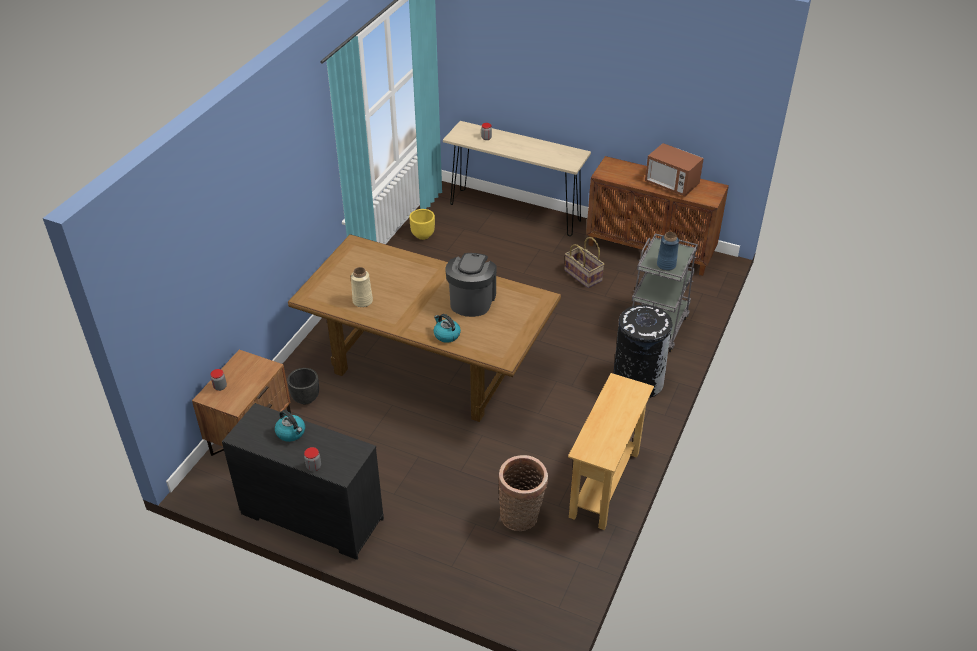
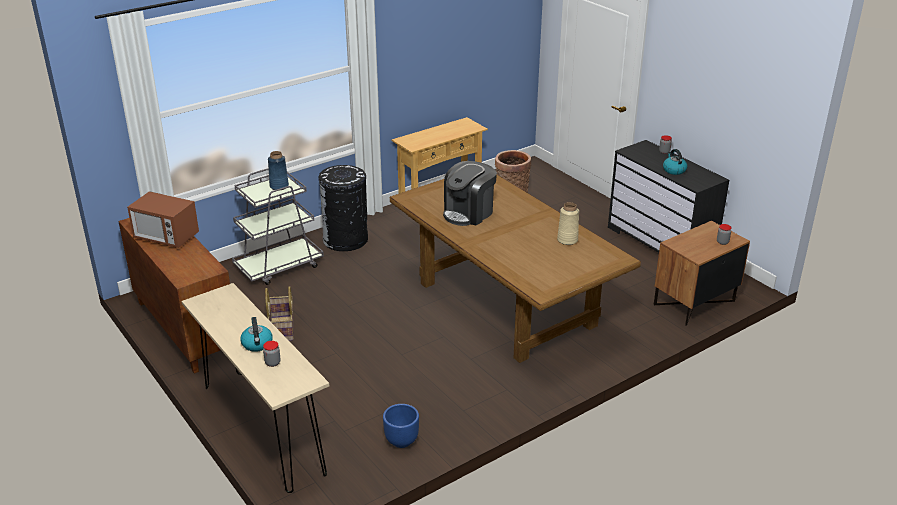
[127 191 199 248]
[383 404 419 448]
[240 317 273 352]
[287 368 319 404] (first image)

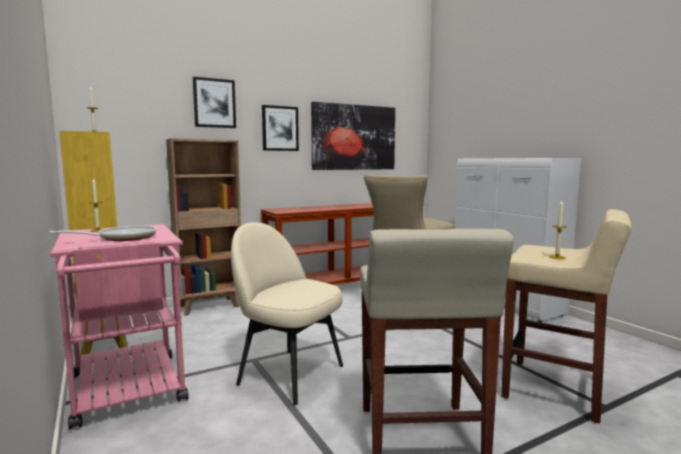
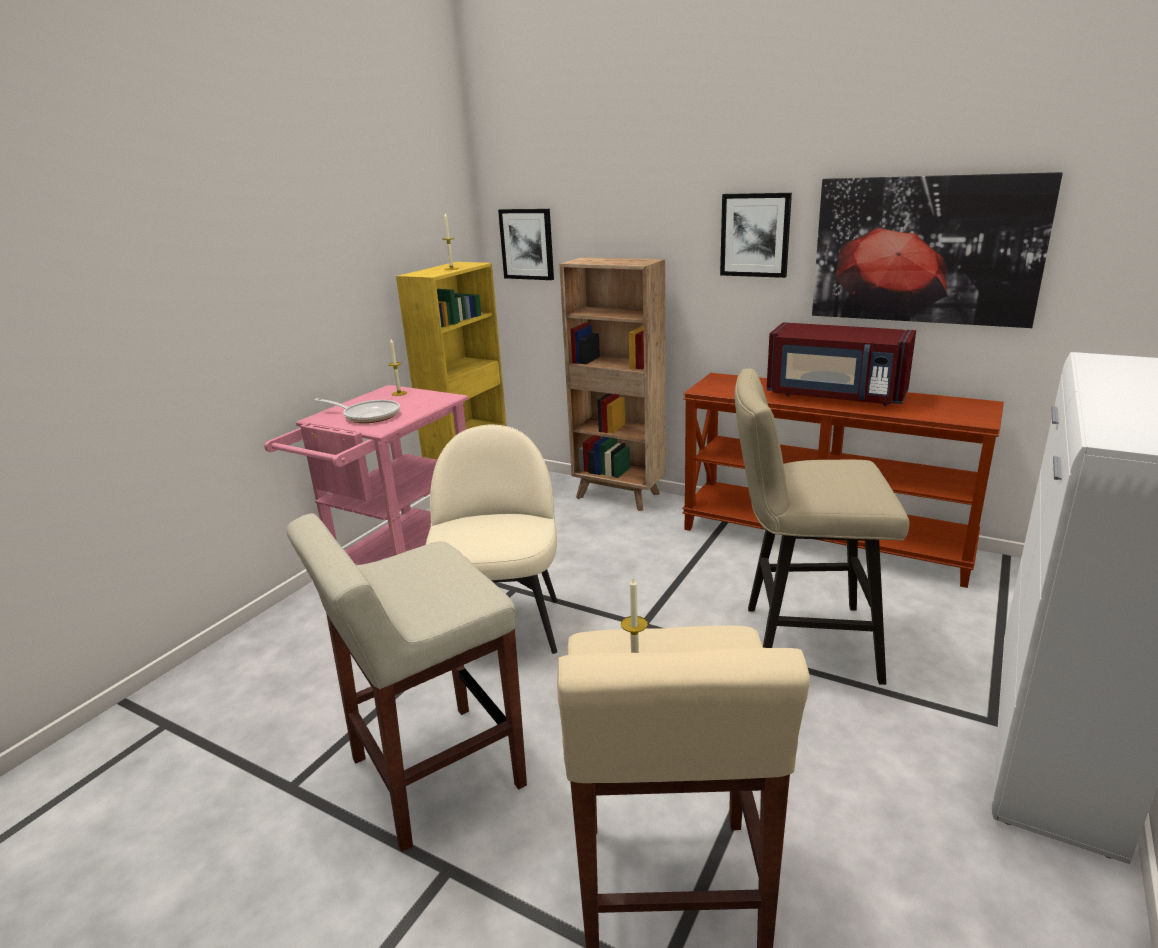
[498 209 554 280]
[767 322 916 406]

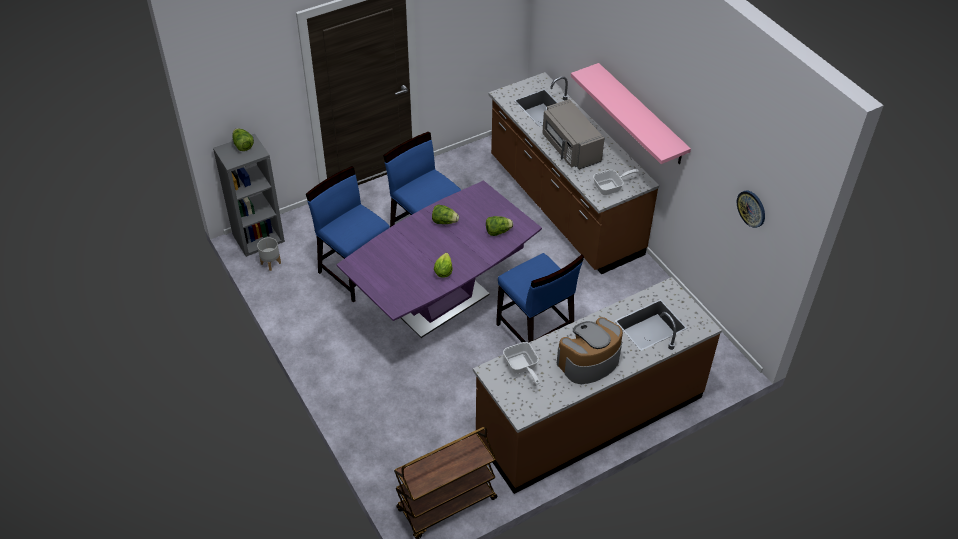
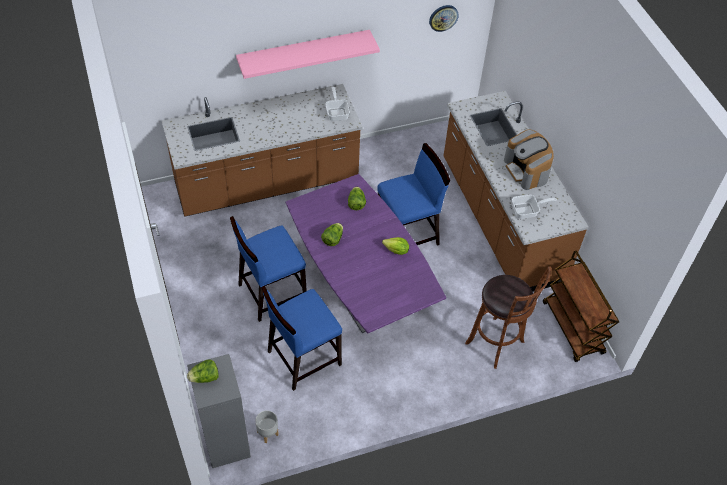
[542 99 605 170] (first image)
[465 267 552 369]

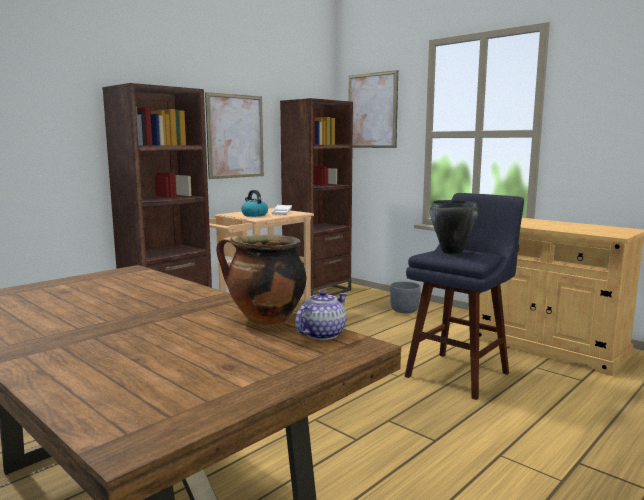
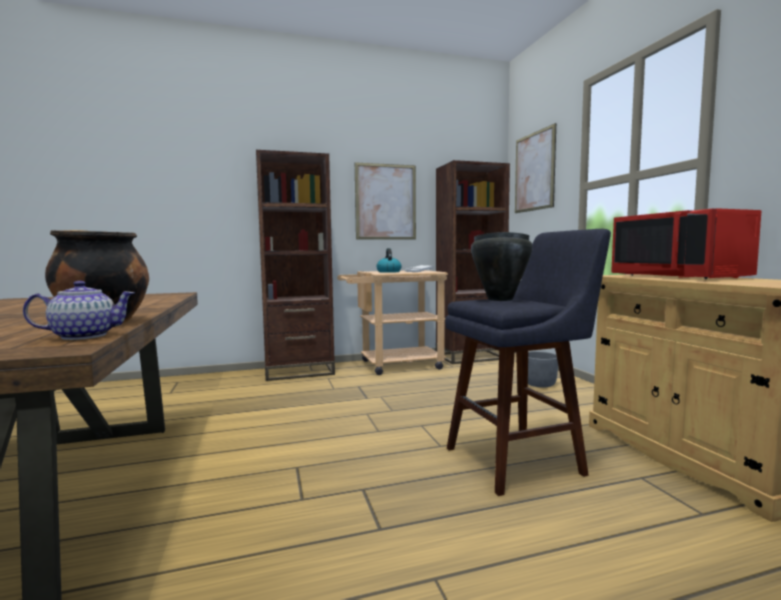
[611 208 762 279]

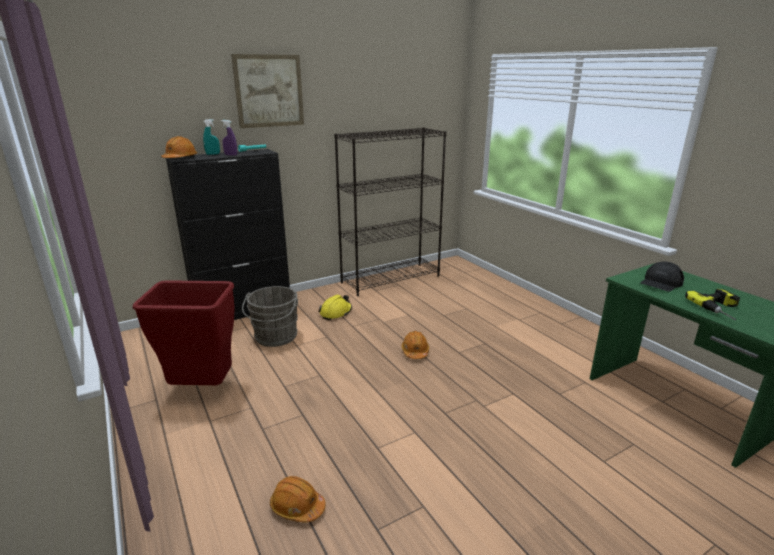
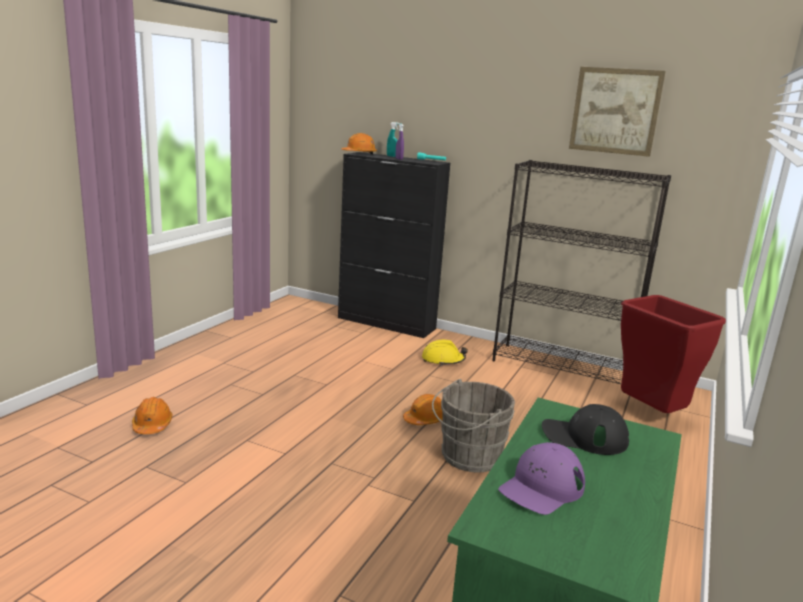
[569 67 666 157]
[621 295 726 413]
[432 379 515 473]
[498 442 585 515]

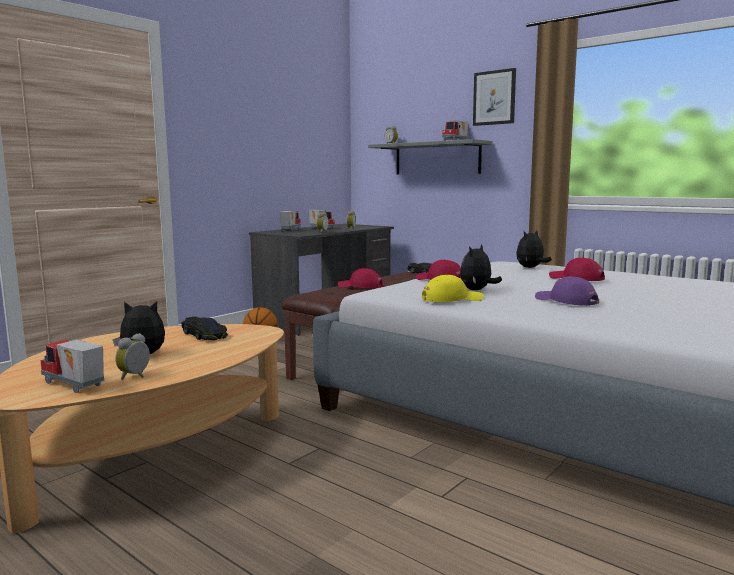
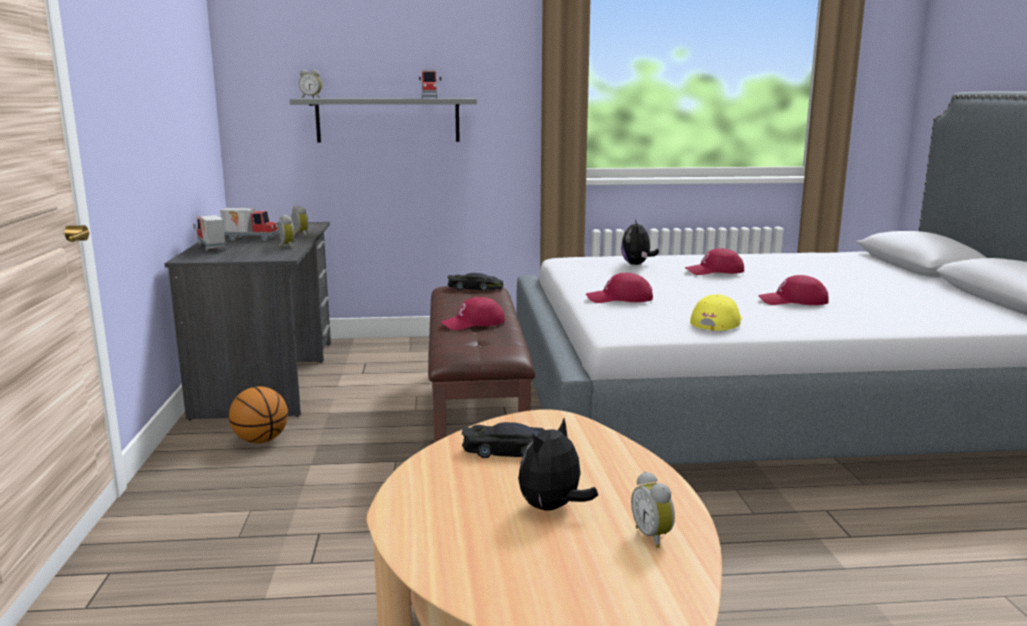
[473 68 516 126] (first image)
[460 244 502 290] (first image)
[758 275 829 305]
[41 340 104 393] (first image)

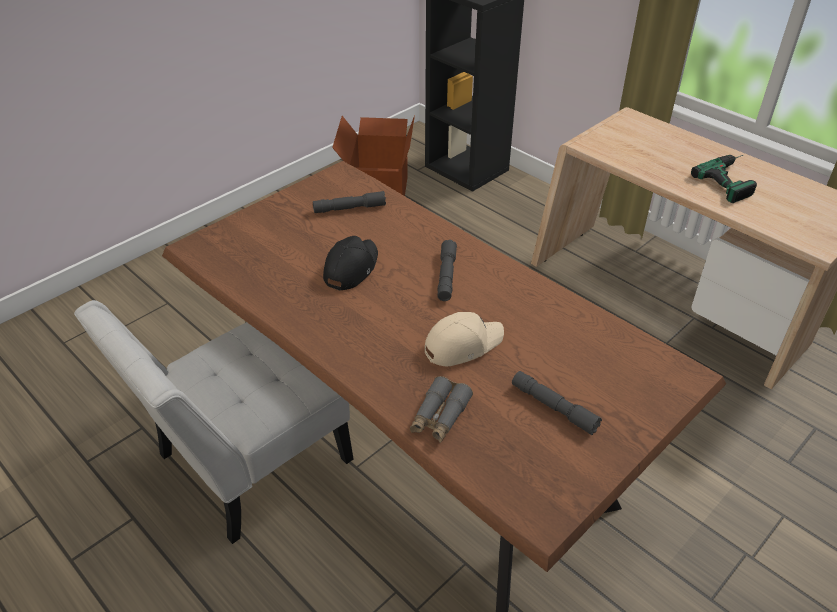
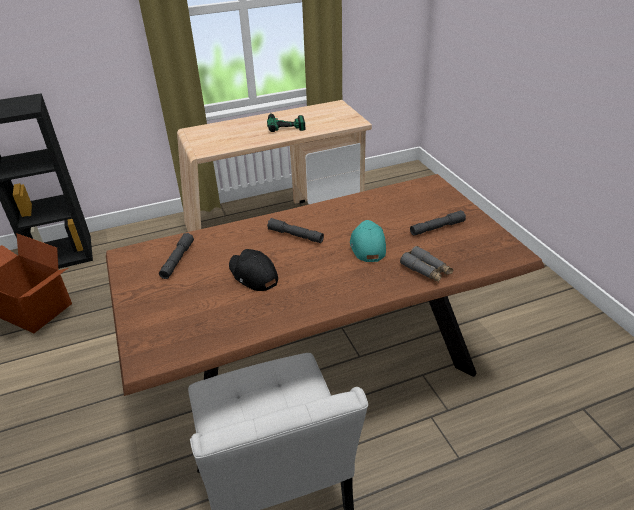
[350 220 386 262]

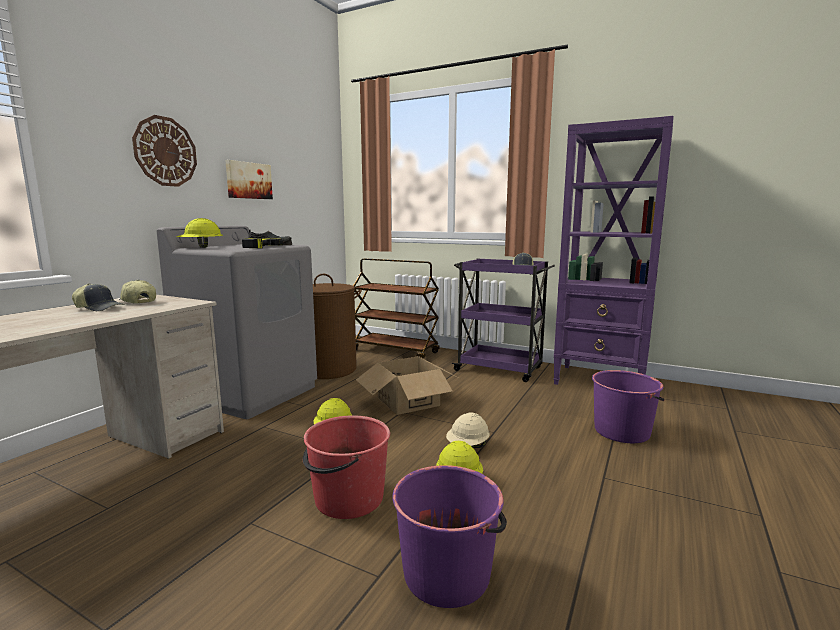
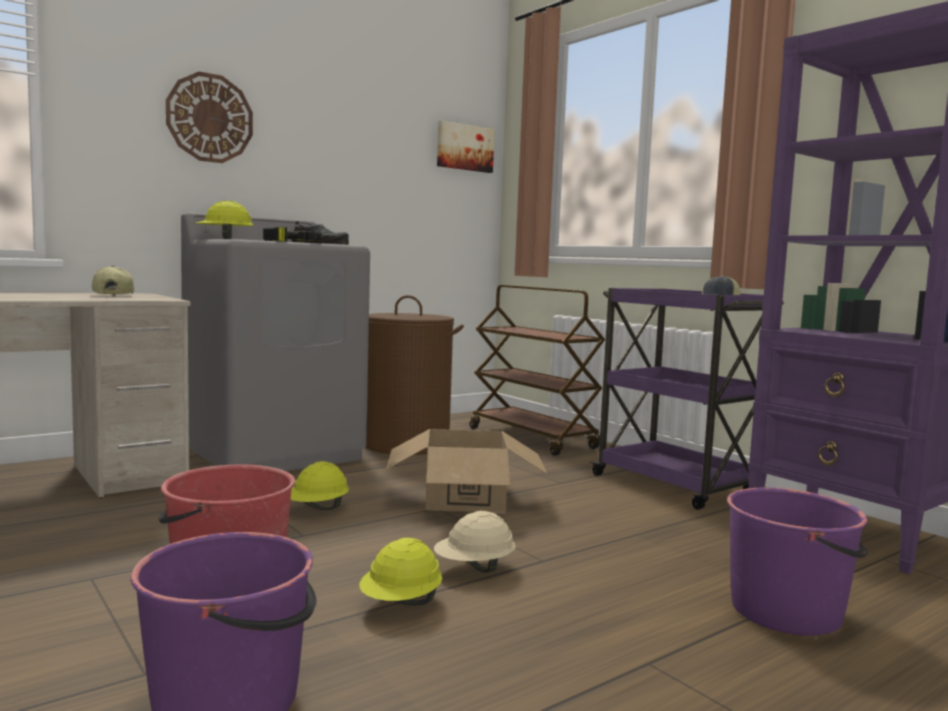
[437 120 495 173]
[72 283 124 311] (first image)

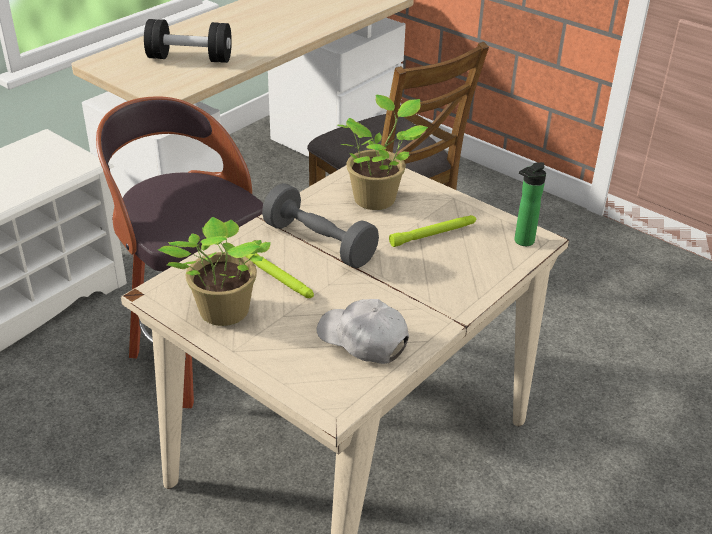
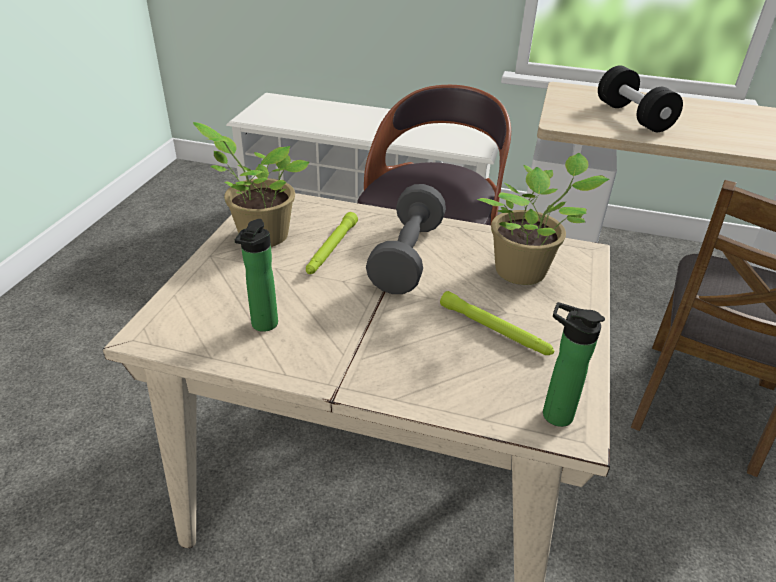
[235 219 278 332]

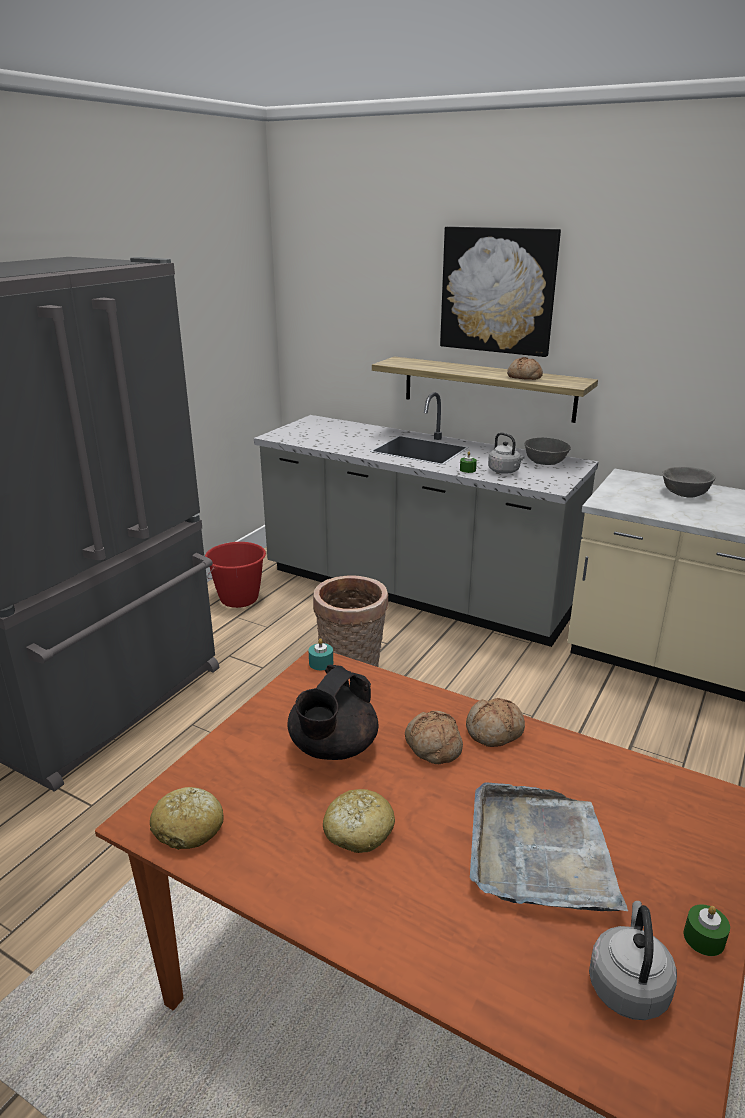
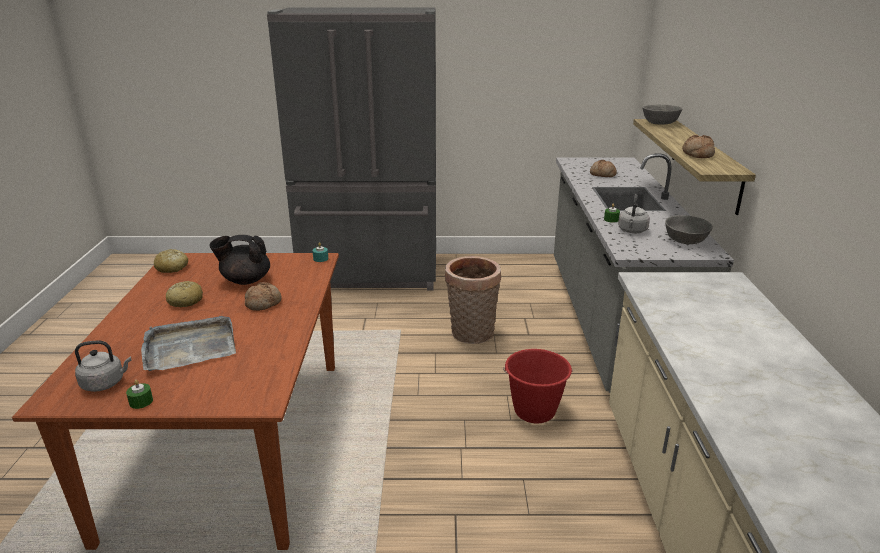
[440 226 561 357] (first image)
[642 104 682 125]
[503 349 573 424]
[590 160 617 177]

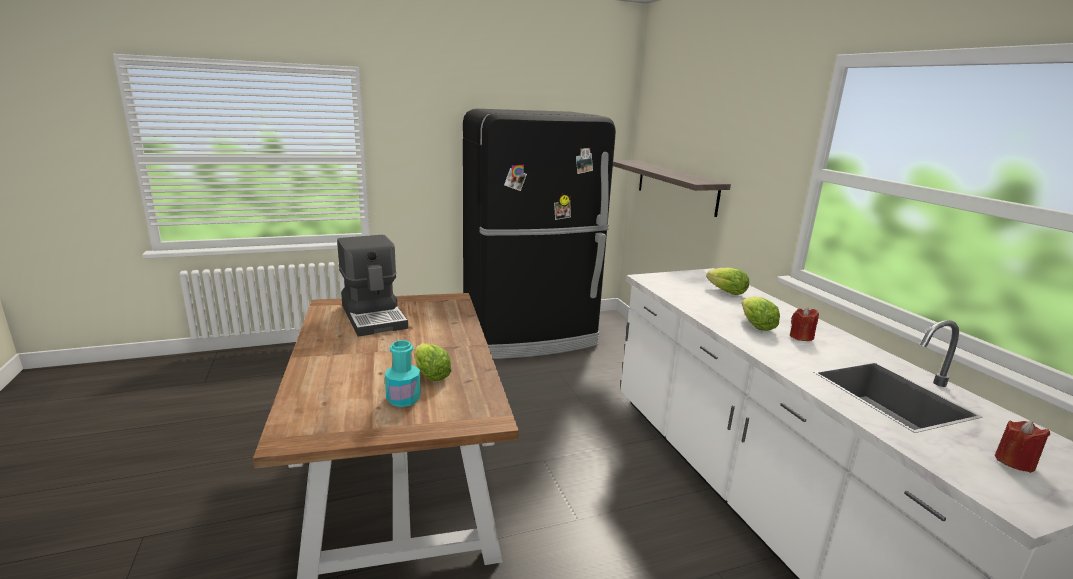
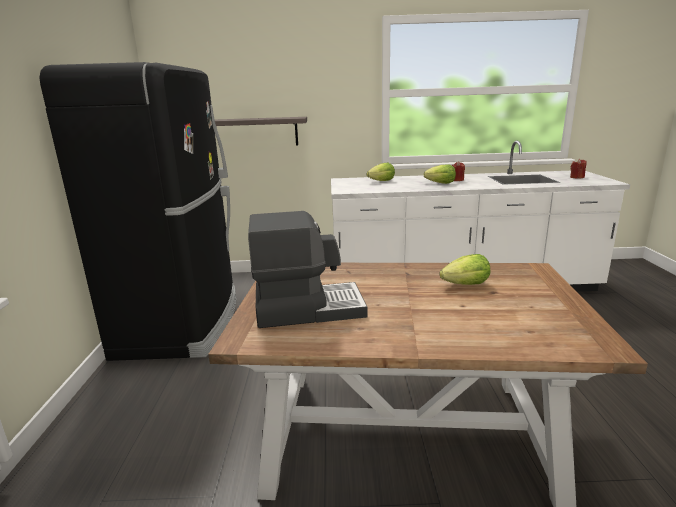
[385 340 421 407] (first image)

